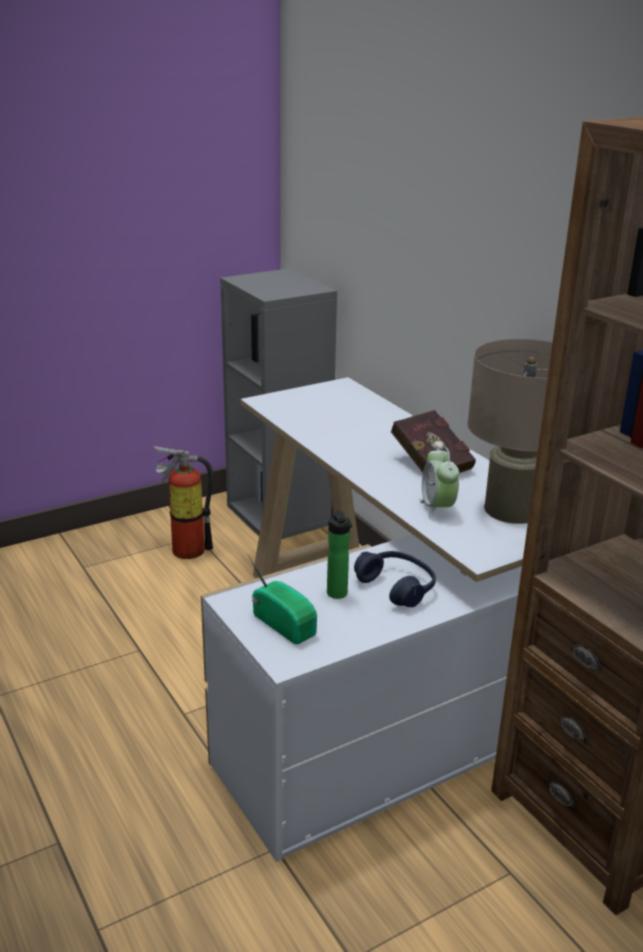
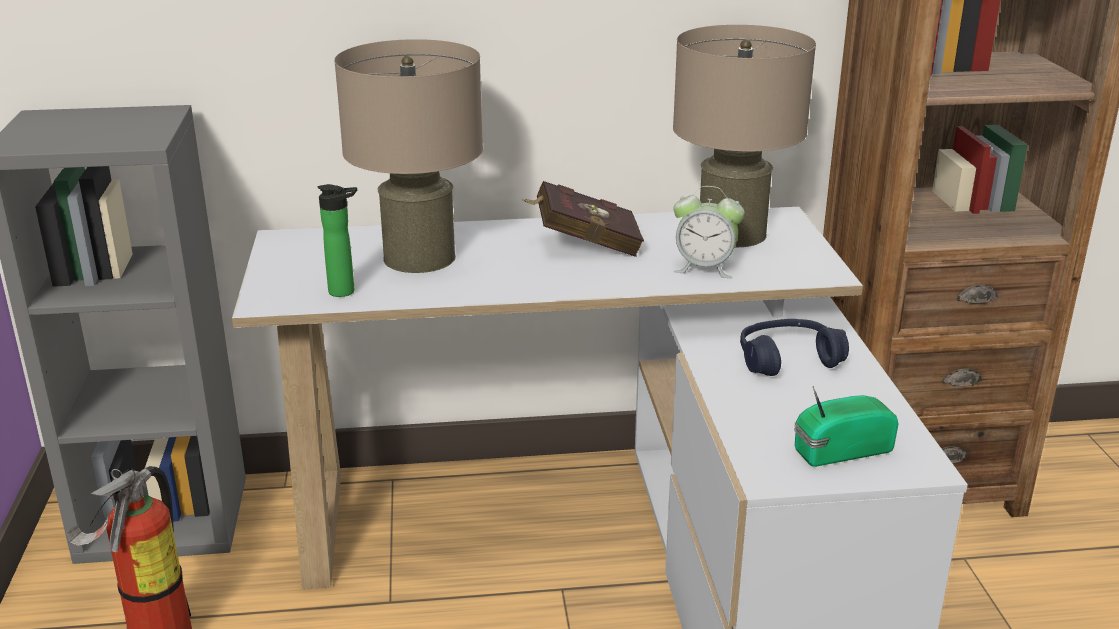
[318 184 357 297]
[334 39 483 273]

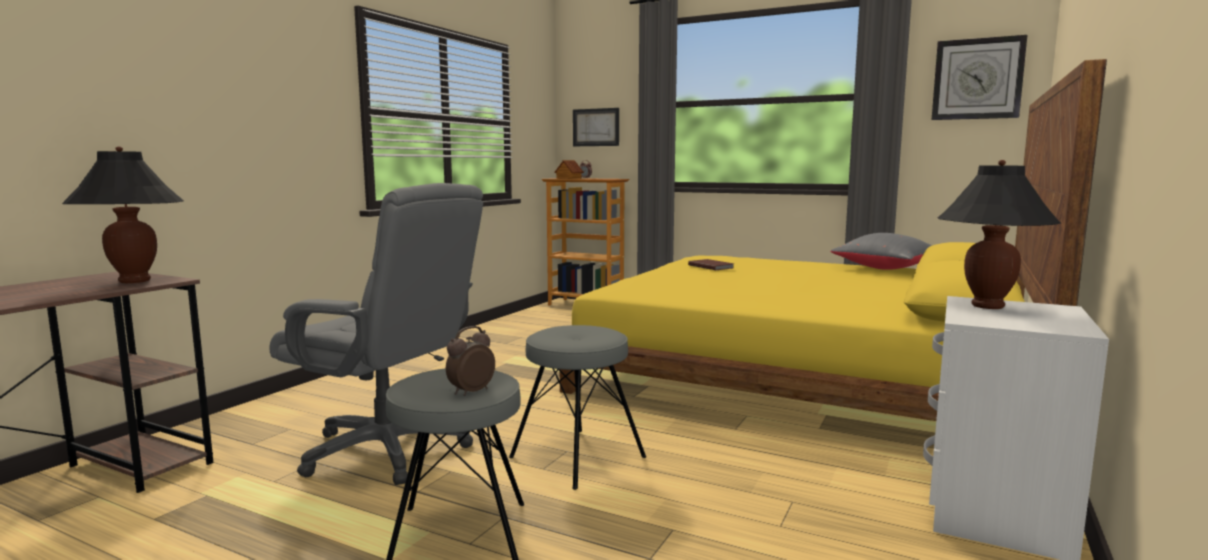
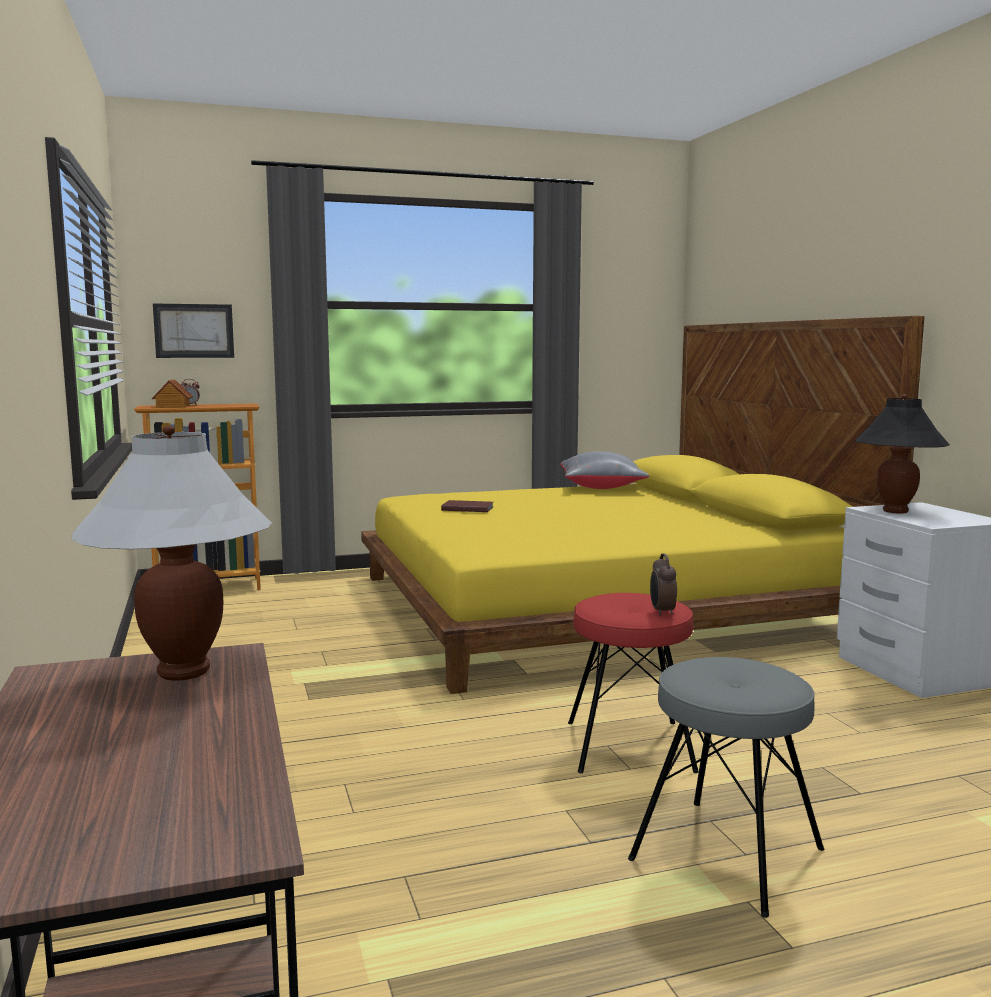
[932 35 1027 120] (first image)
[71 425 272 681]
[269 183 483 485] (first image)
[568 593 699 773]
[650 553 677 616]

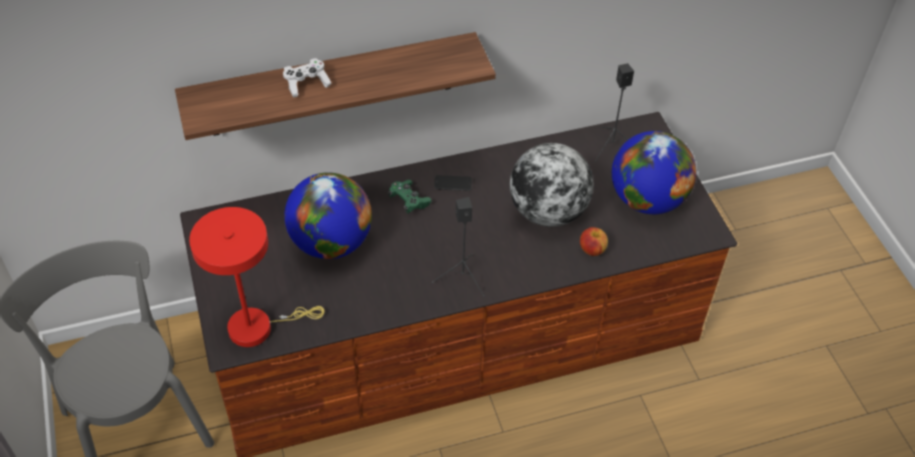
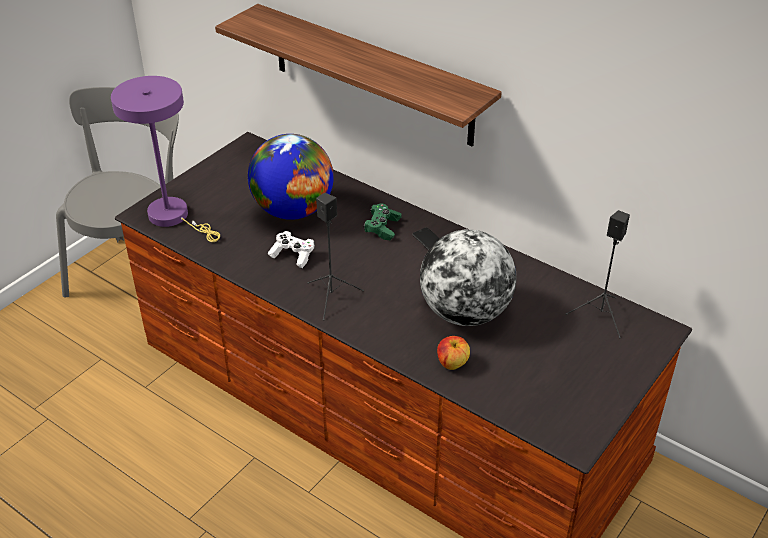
[268 231 315 268]
[612 131 696 214] (first image)
[111 76 220 242]

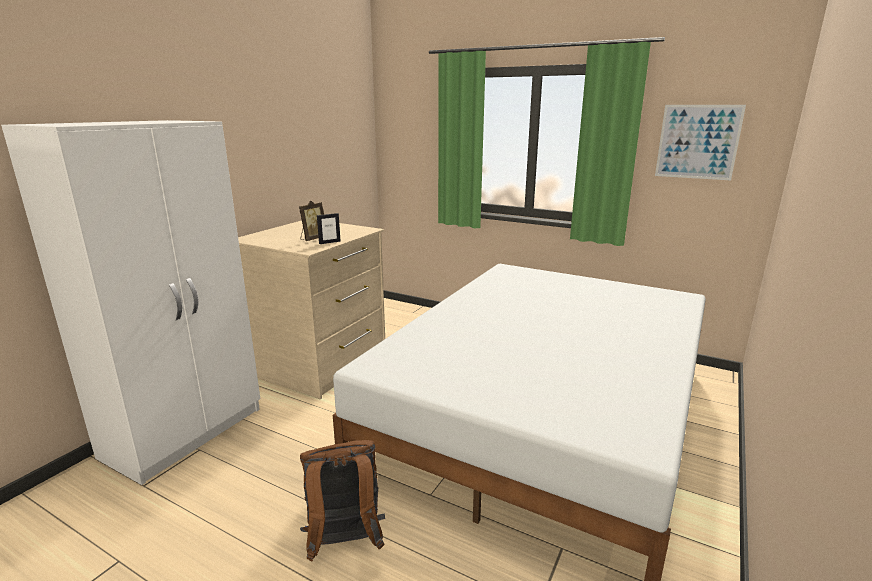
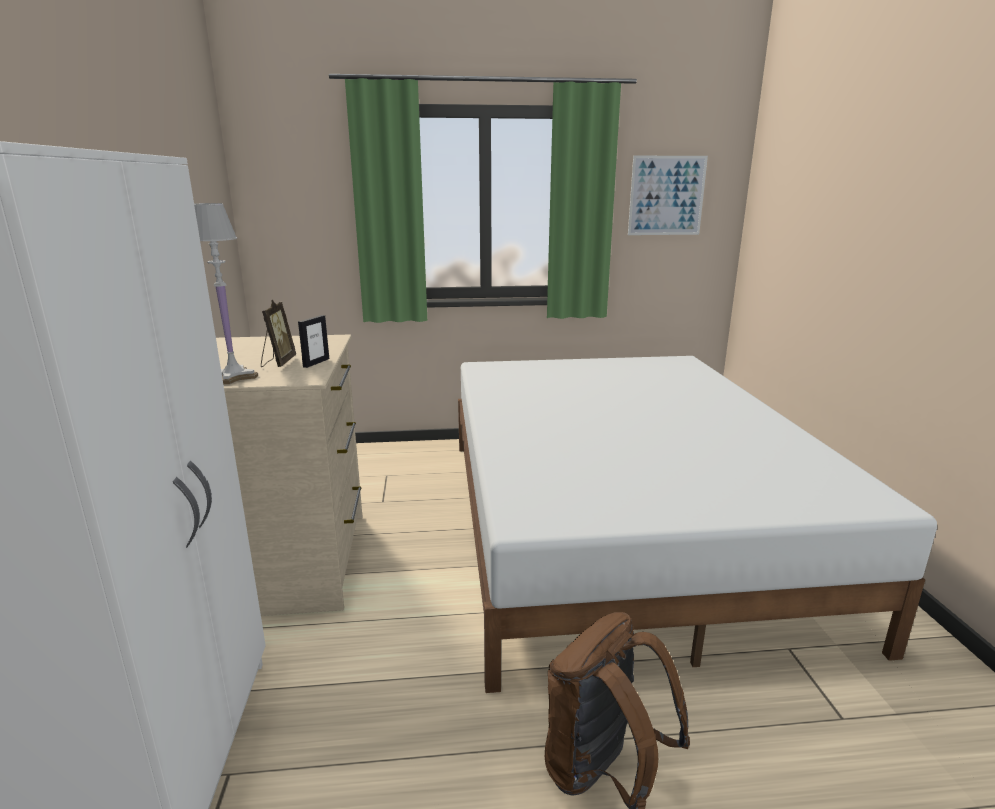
[194 203 258 384]

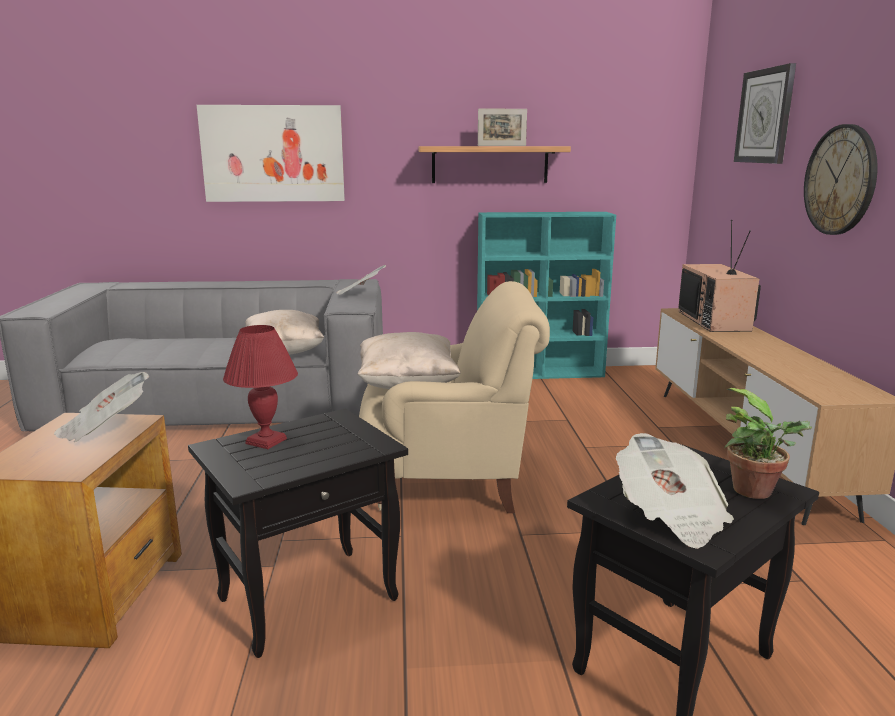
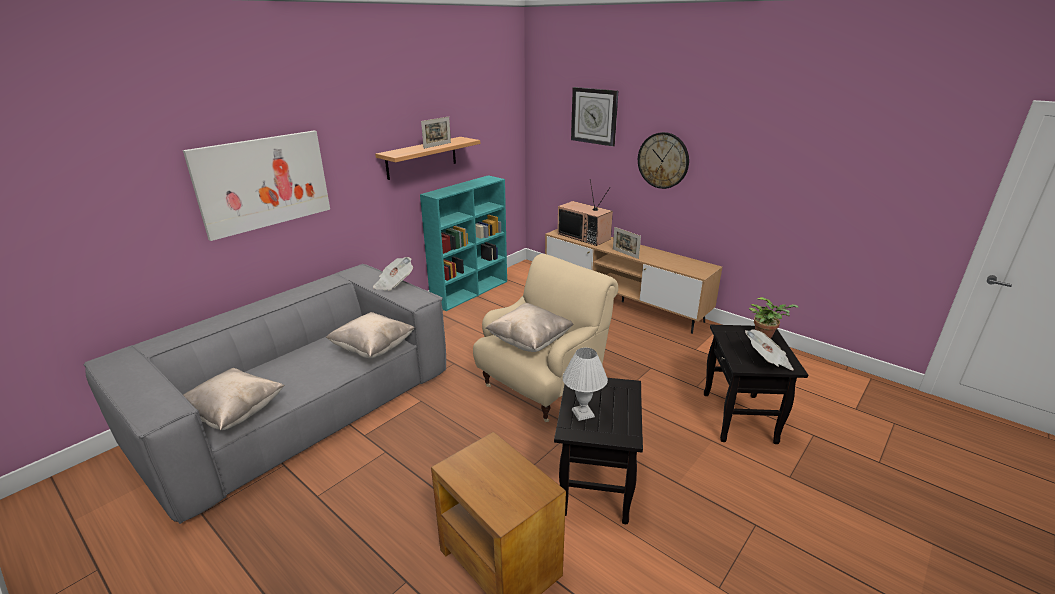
[562 348 608 421]
[54 372 149 442] (first image)
[613 227 641 259]
[183 368 285 430]

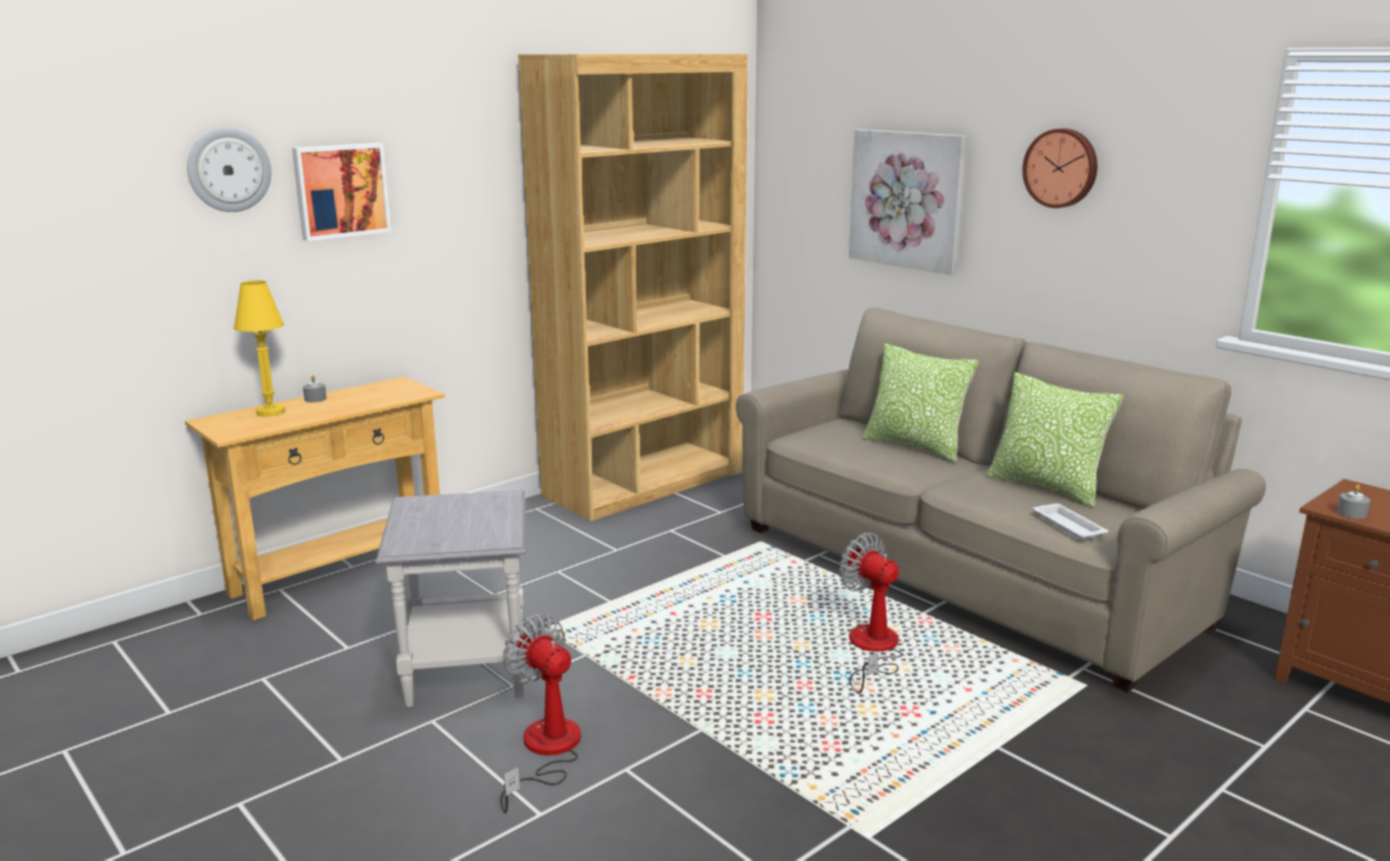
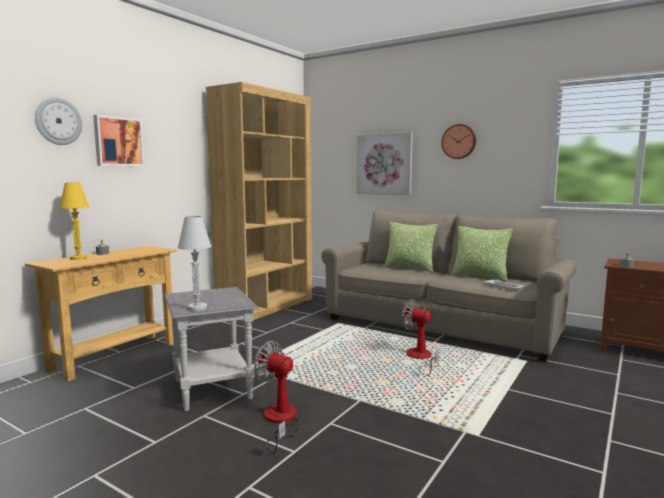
[178 216 212 311]

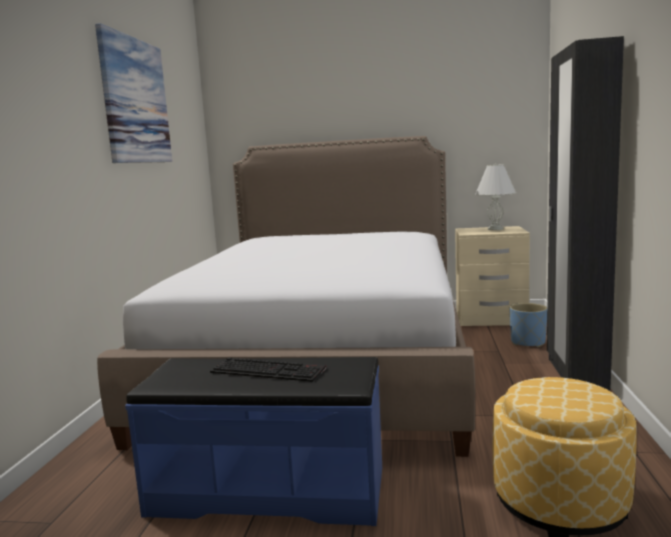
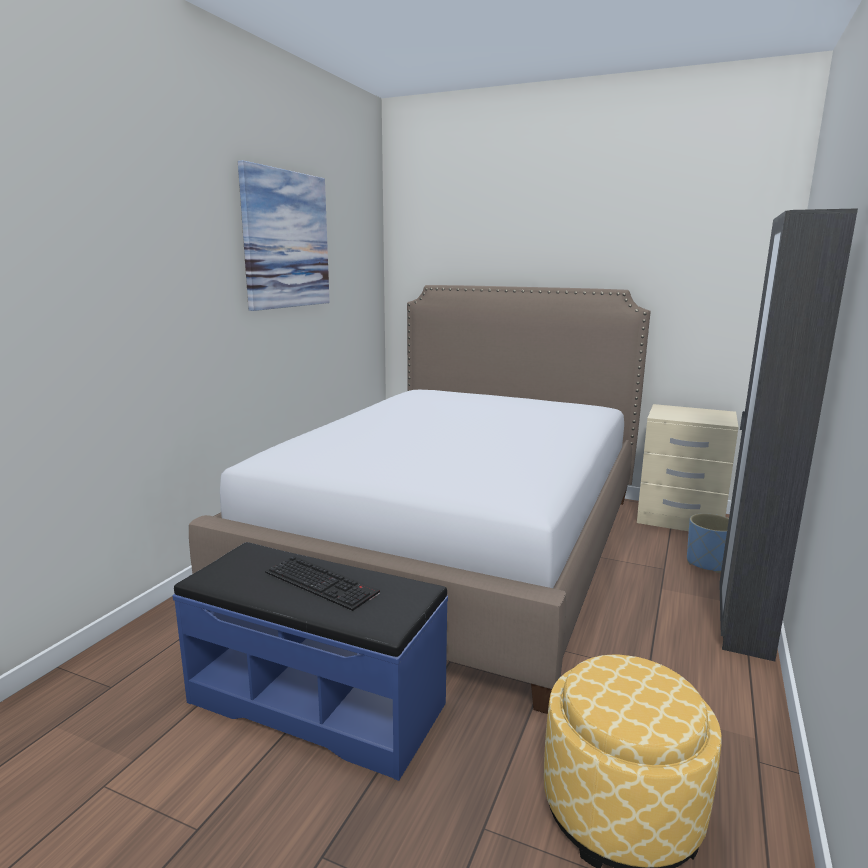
[475 164 516 230] (first image)

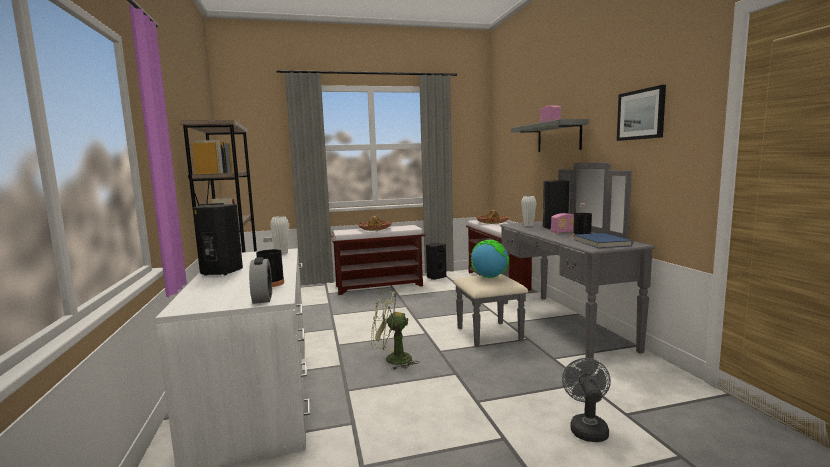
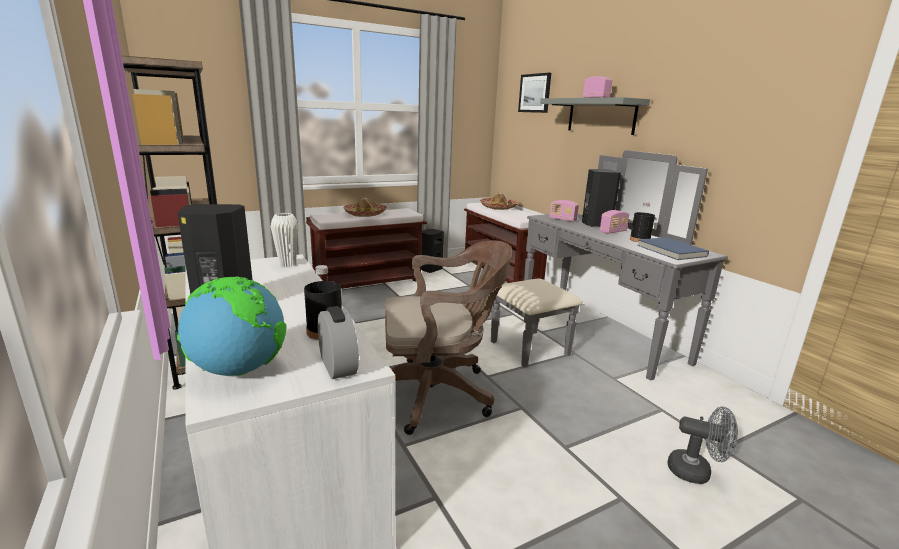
[518 73 551 113]
[549 200 579 222]
[177 277 287 376]
[385 240 512 435]
[668 407 738 484]

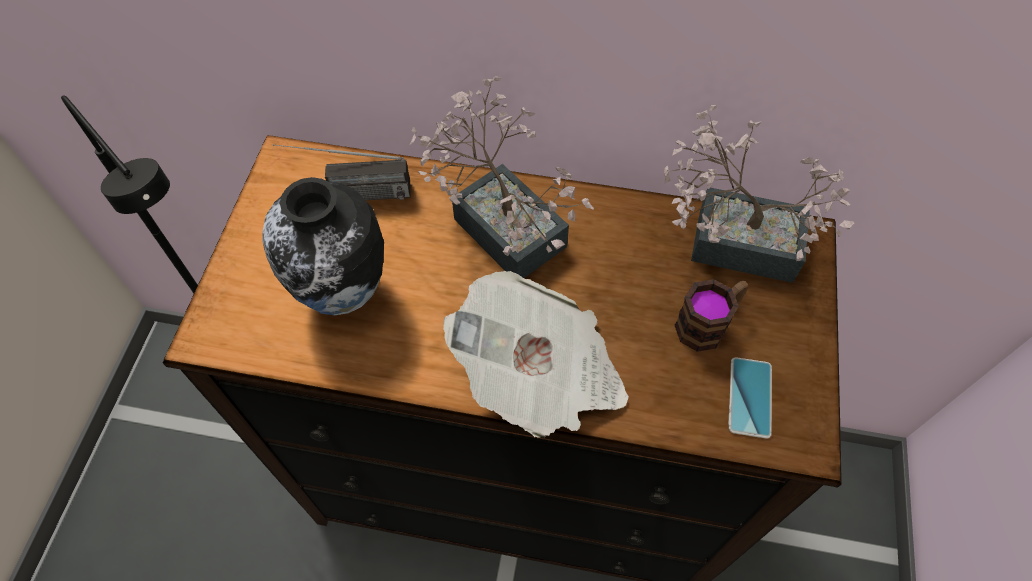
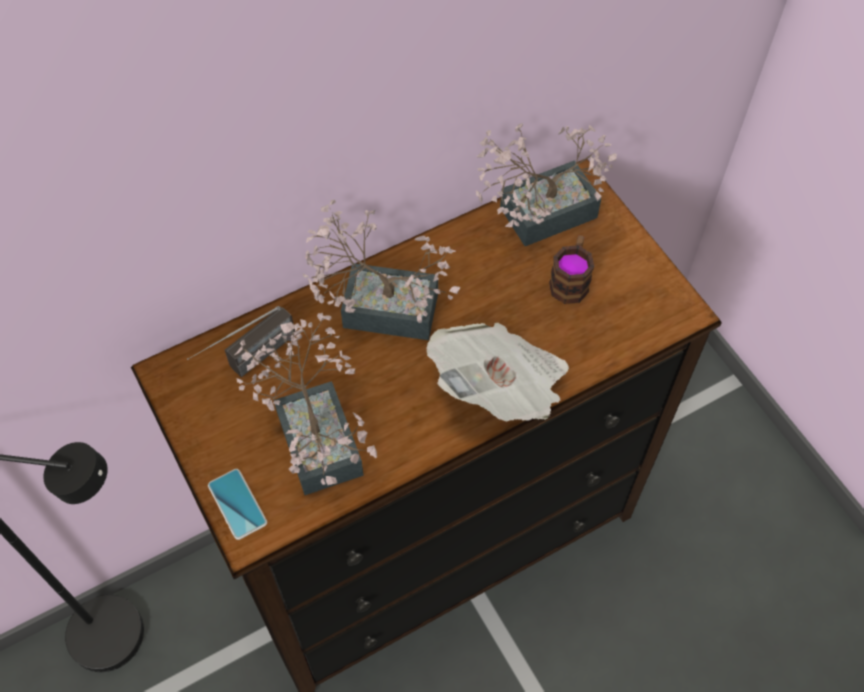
[235 313 377 495]
[208 469 267 540]

